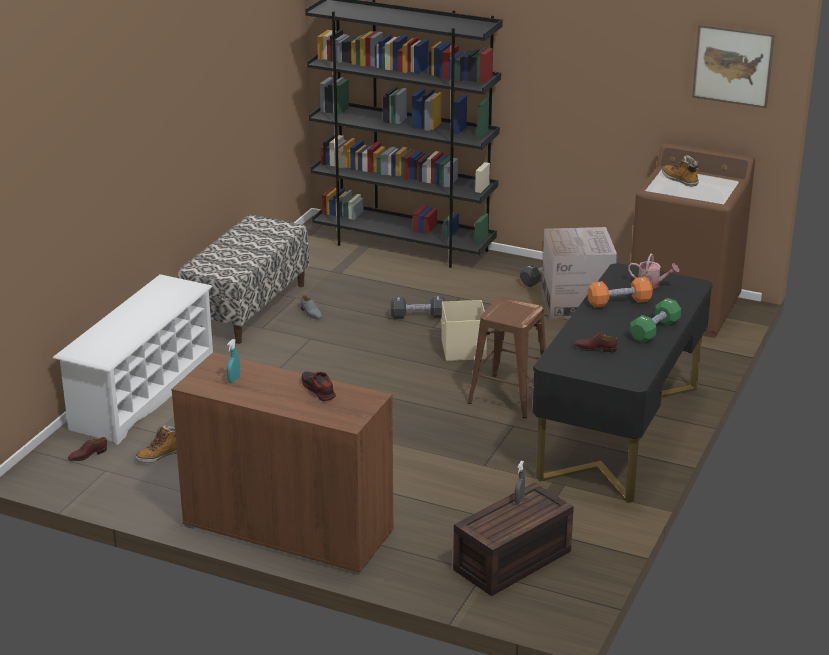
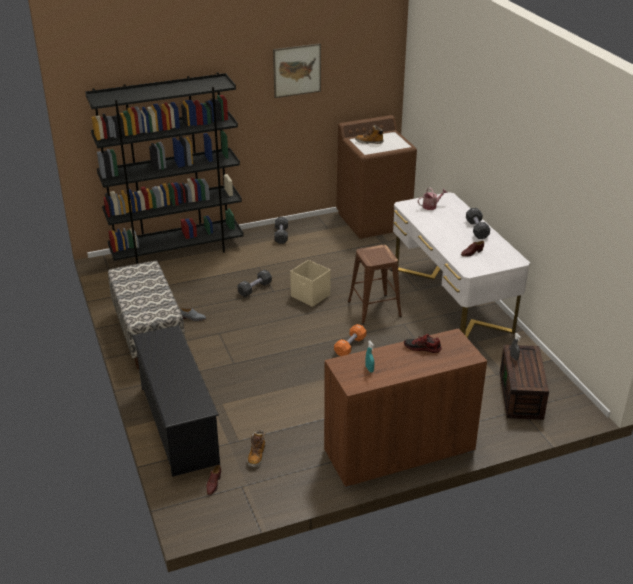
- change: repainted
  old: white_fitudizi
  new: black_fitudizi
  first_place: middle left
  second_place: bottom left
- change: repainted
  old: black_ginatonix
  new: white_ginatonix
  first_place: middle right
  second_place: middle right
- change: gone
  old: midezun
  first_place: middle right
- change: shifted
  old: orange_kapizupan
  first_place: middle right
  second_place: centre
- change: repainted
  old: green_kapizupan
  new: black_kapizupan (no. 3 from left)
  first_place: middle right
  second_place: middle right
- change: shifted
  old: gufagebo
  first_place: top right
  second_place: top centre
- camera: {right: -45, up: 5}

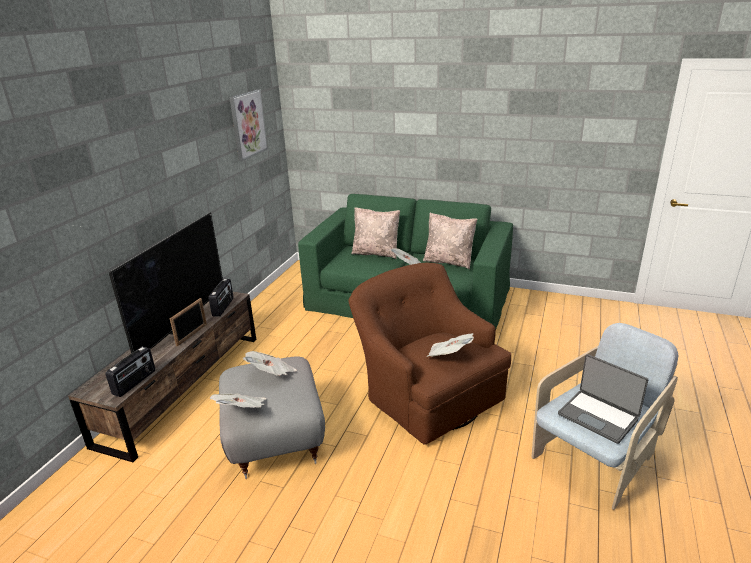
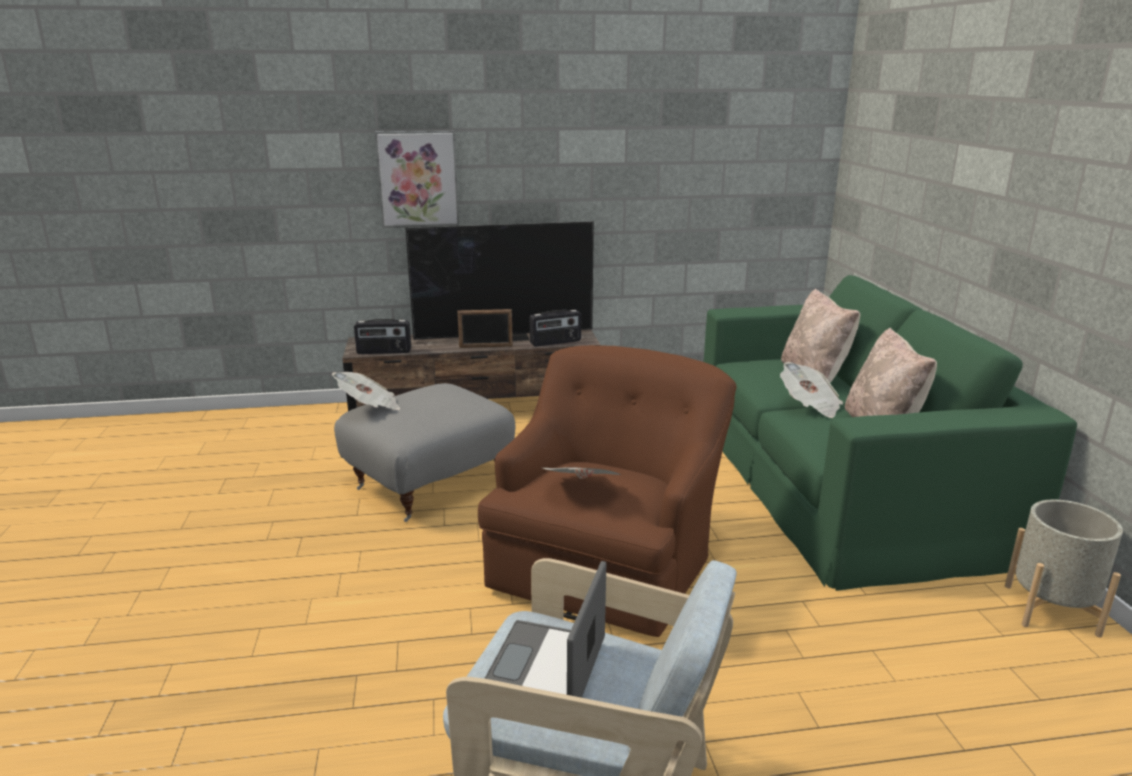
- change: shifted
  old: gufagebo
  first_place: top left
  second_place: top centre
- change: gone
  old: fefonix (no. 2 from left)
  first_place: centre
- change: new
  new: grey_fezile
  second_place: bottom right
- camera: {right: 60, up: -5}

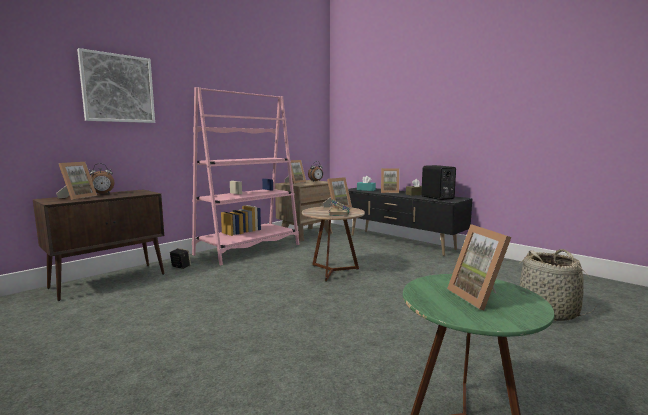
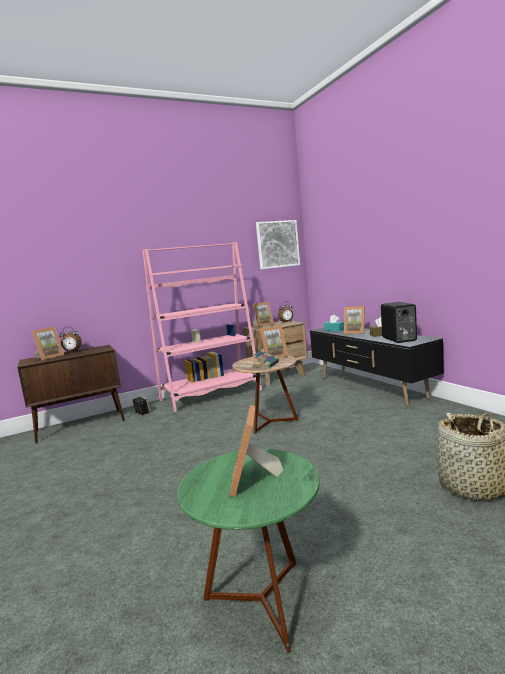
- change: shifted
  old: gufagebo
  first_place: top left
  second_place: centre
- camera: {right: 20, up: 0}

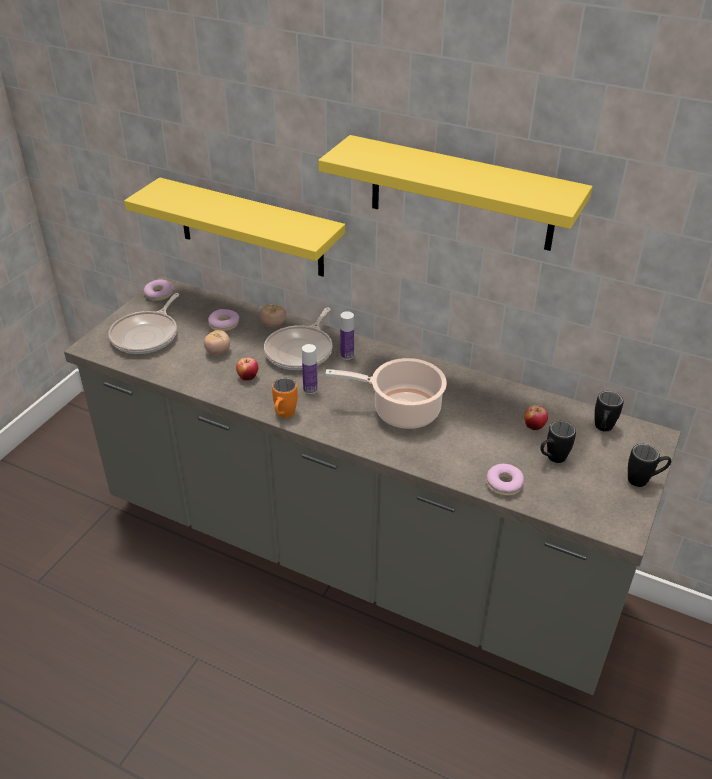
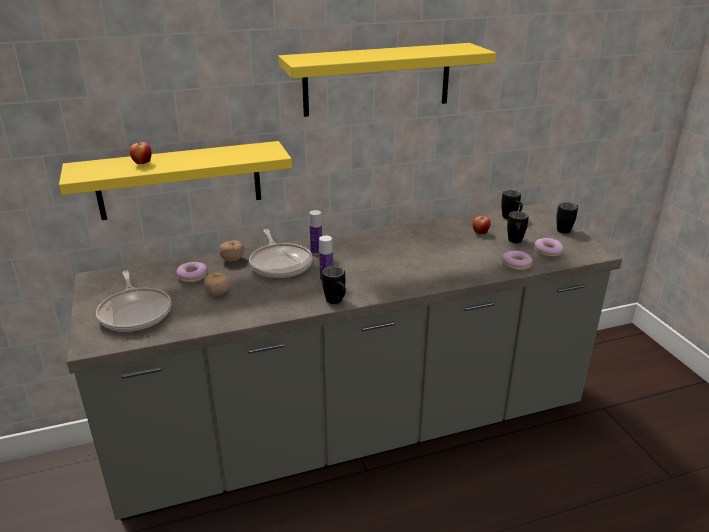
- change: shifted
  old: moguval (no. 1 from left in the first image)
  new: moguval (no. 3 from left)
  first_place: middle left
  second_place: middle right
- change: shifted
  old: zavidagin (no. 1 from left)
  first_place: centre
  second_place: top left
- change: repainted
  old: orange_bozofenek
  new: black_bozofenek (no. 1 from left)
  first_place: centre
  second_place: centre
- change: gone
  old: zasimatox
  first_place: centre
- camera: {right: -45, up: -10}

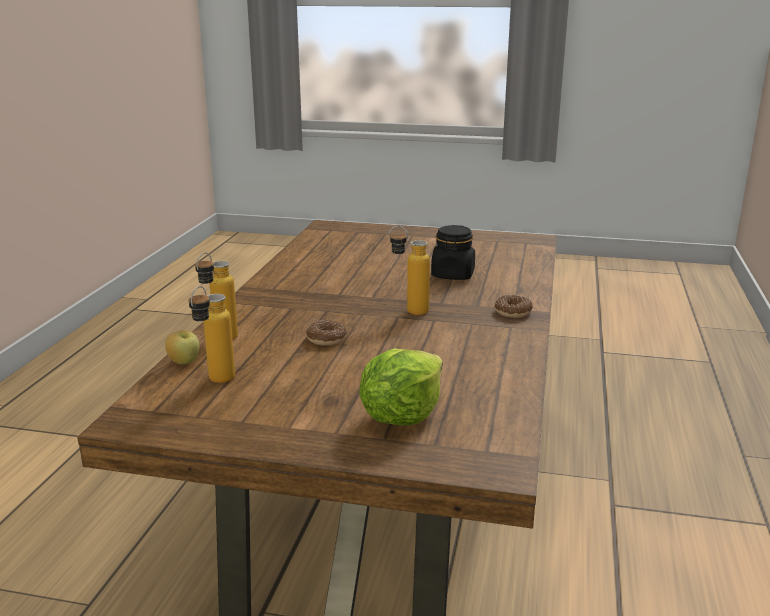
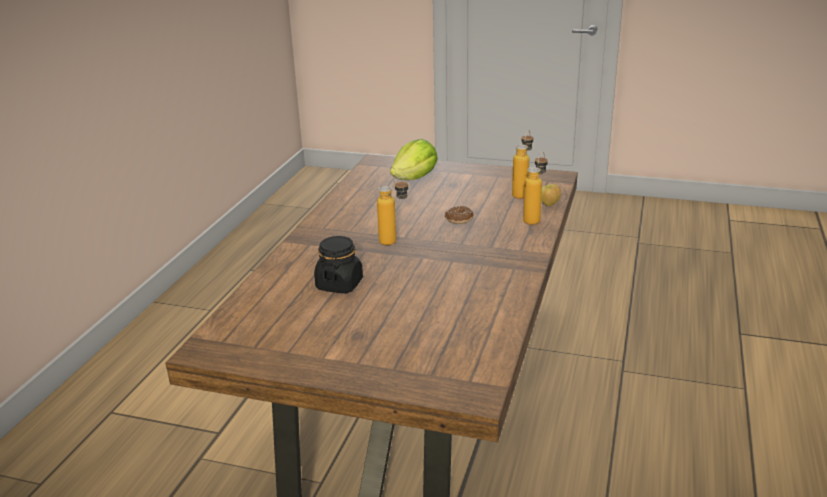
- change: gone
  old: moguval (no. 2 from left)
  first_place: middle right
- camera: {right: -175, up: 5}

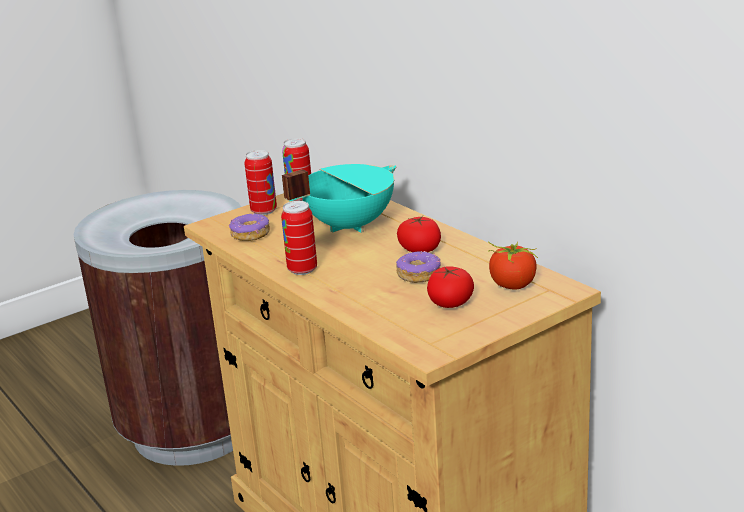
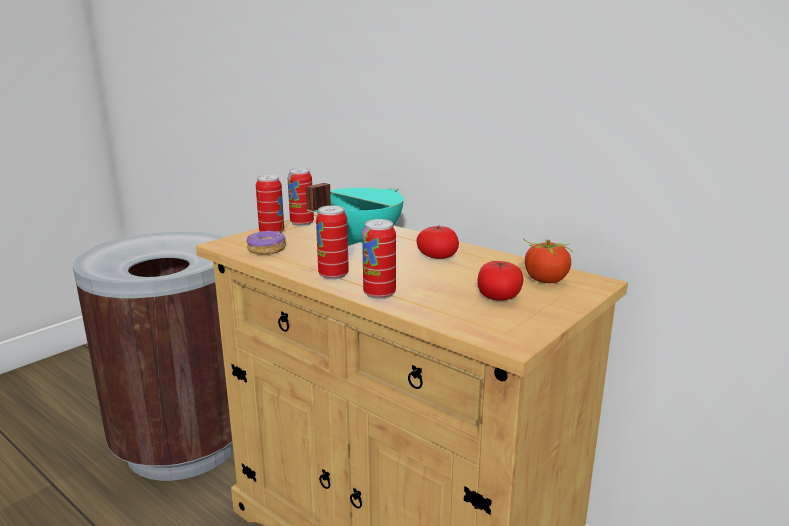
- change: gone
  old: moguval (no. 2 from left)
  first_place: centre
- change: new
  new: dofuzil (no. 4 from left)
  second_place: centre
- camera: {right: -15, up: -5}

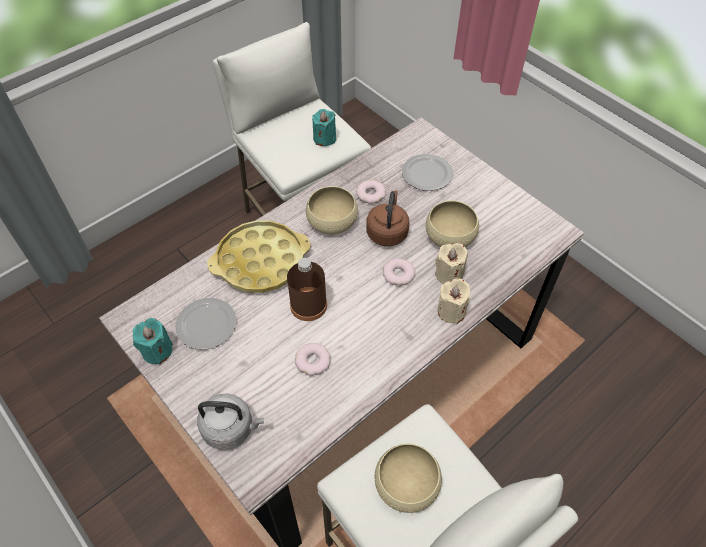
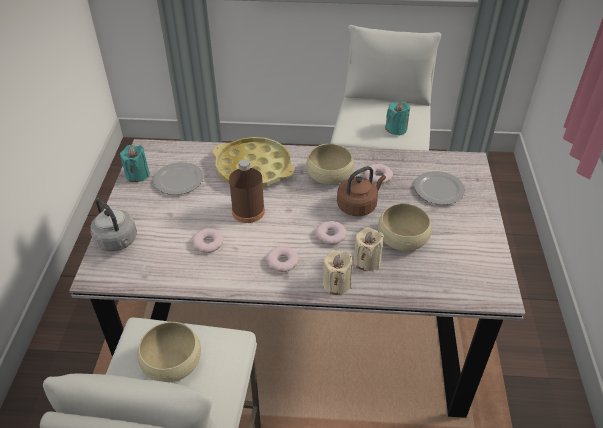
- change: new
  new: moguval (no. 2 from left)
  second_place: centre
- camera: {right: 45, up: -10}

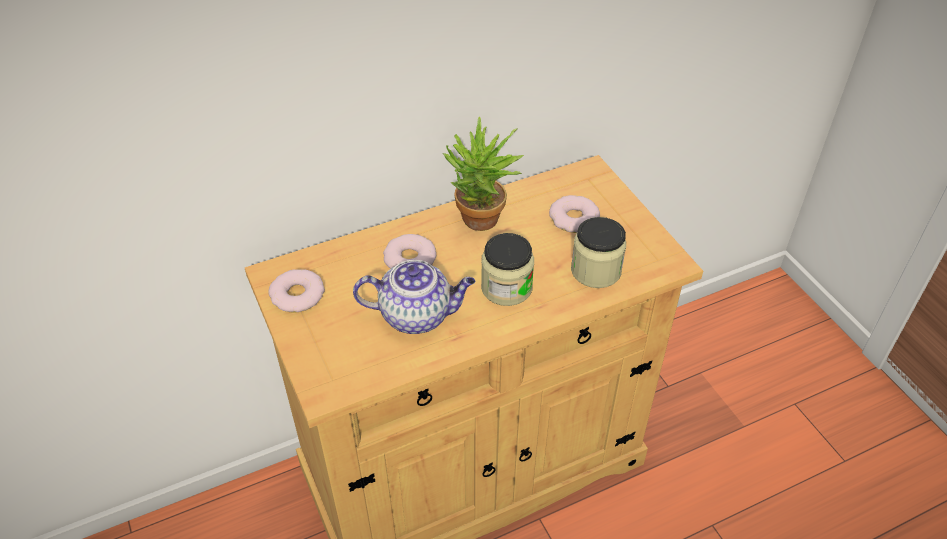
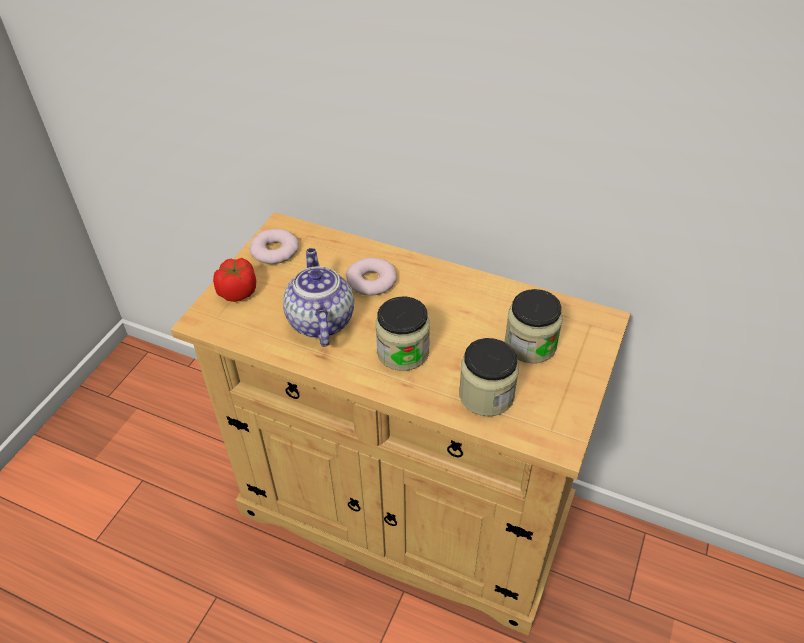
- change: rotated
  old: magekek
  first_place: centre
  second_place: centre
  degrees: -150
- change: gone
  old: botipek
  first_place: top centre
- change: swapped
  old: moguval (no. 3 from left)
  new: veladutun (no. 3 from left)
  first_place: centre
  second_place: centre
- change: new
  new: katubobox
  second_place: middle left
- camera: {right: 50, up: 0}

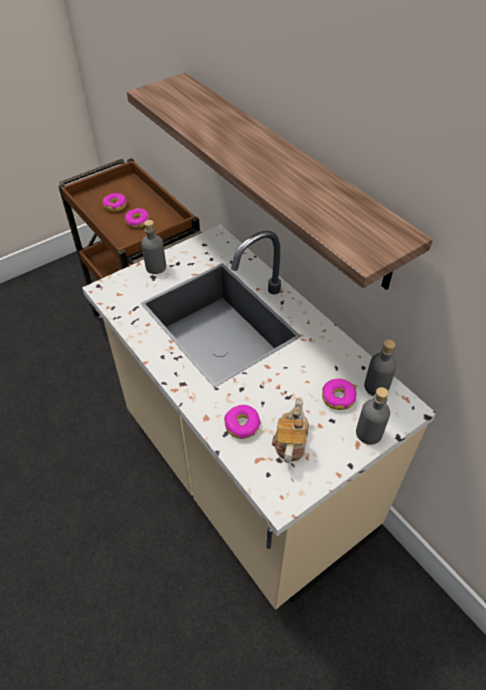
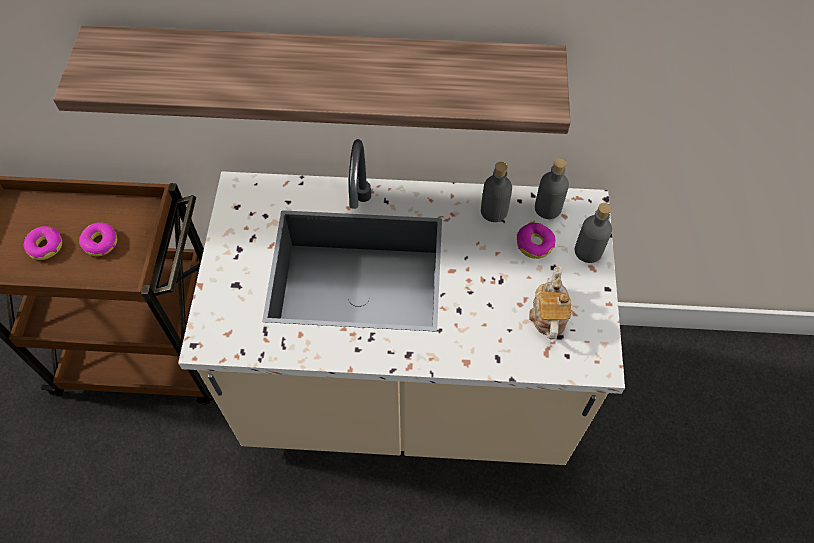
- change: shifted
  old: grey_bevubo (no. 1 from left)
  first_place: middle left
  second_place: centre
- change: gone
  old: moguval (no. 3 from left)
  first_place: centre
- change: rotated
  old: magekek
  first_place: centre
  second_place: middle right
  degrees: 45
- camera: {right: -50, up: 10}

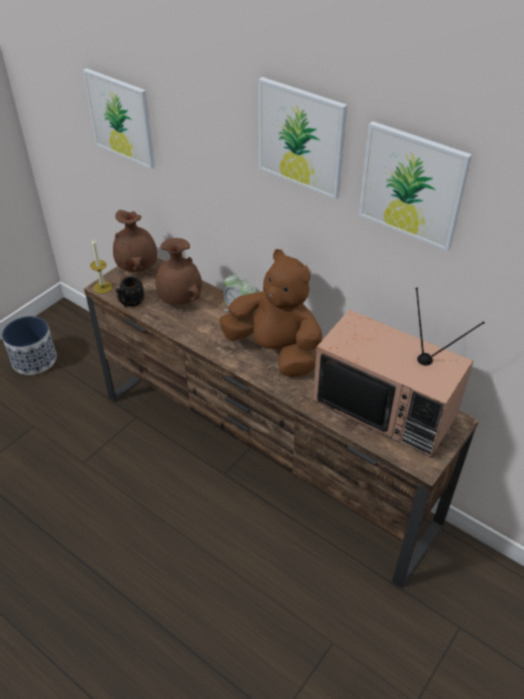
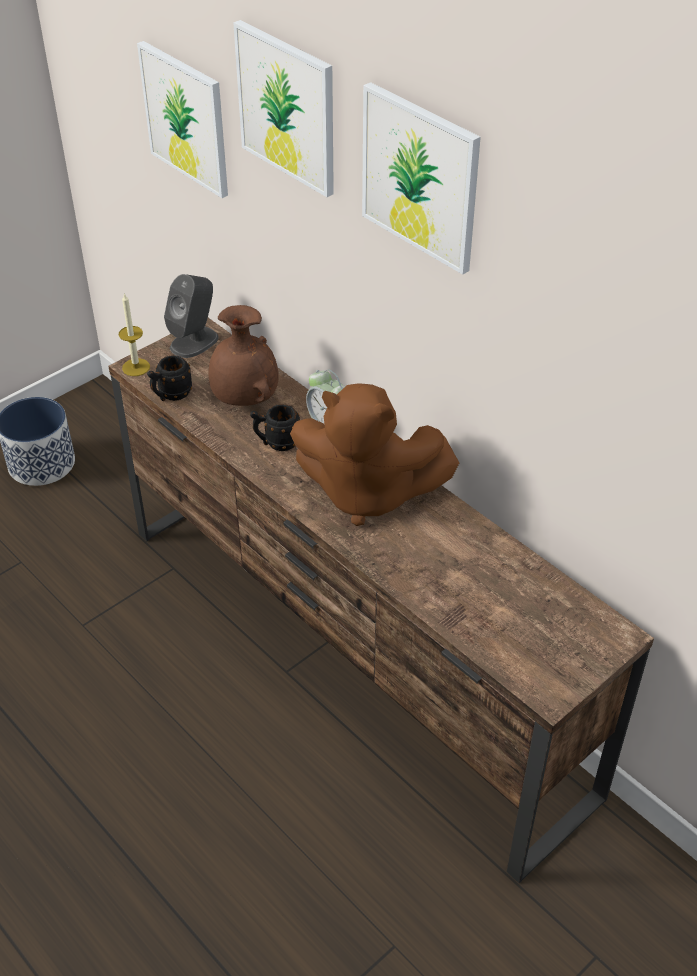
- change: swapped
  old: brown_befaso (no. 1 from left)
  new: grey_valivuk
  first_place: middle left
  second_place: top left
- change: rotated
  old: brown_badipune
  first_place: centre
  second_place: centre
  degrees: 150
- change: gone
  old: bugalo
  first_place: middle right
- change: shifted
  old: gufagebo (no. 3 from left in the first image)
  new: gufagebo (no. 2 from left)
  first_place: top right
  second_place: top centre
- change: new
  new: black_bozofenek (no. 2 from left)
  second_place: centre
- camera: {right: 10, up: 0}

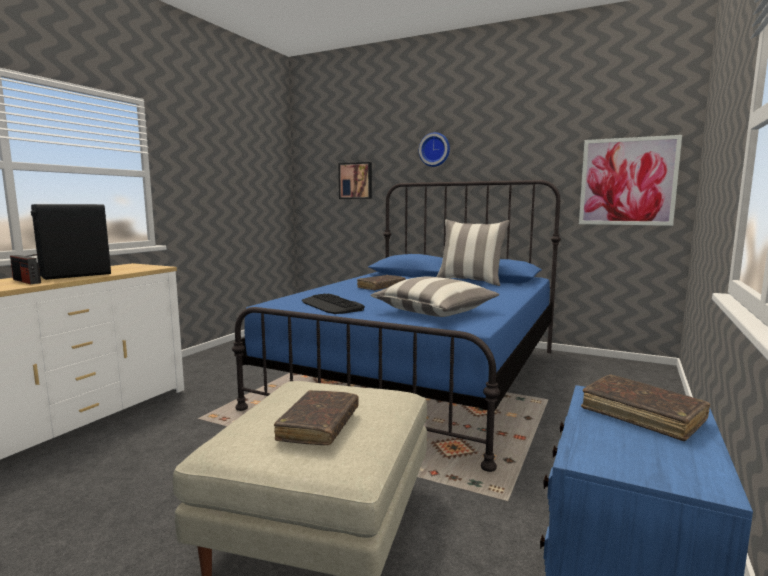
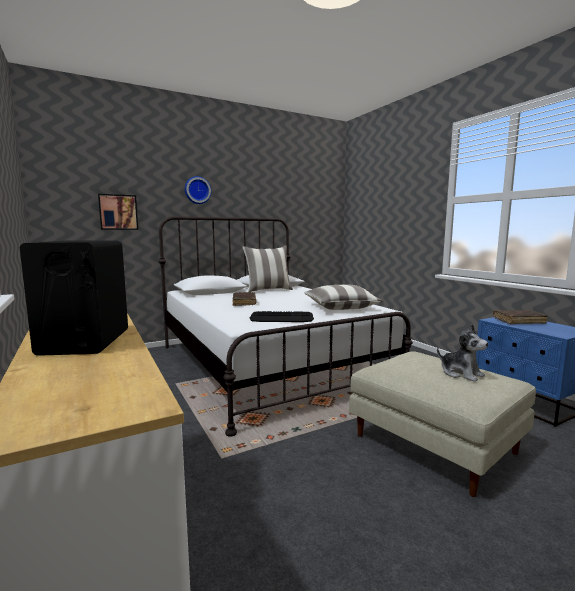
- change: gone
  old: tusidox
  first_place: middle left
- change: repainted
  old: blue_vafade
  new: white_vafade
  first_place: centre
  second_place: centre
- change: swapped
  old: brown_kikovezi (no. 1 from left)
  new: badipune
  first_place: bottom centre
  second_place: middle right
- change: gone
  old: gufagebo (no. 2 from left)
  first_place: top right
- camera: {right: -55, up: 0}

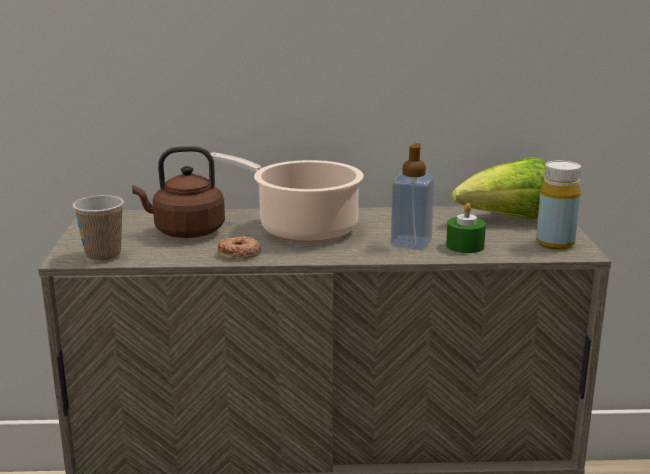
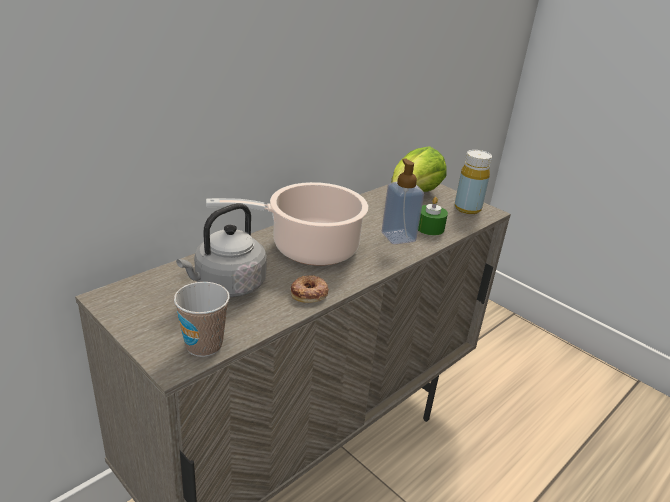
- change: repainted
  old: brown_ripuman
  new: grey_ripuman
  first_place: middle left
  second_place: middle left
- camera: {right: -45, up: 10}

